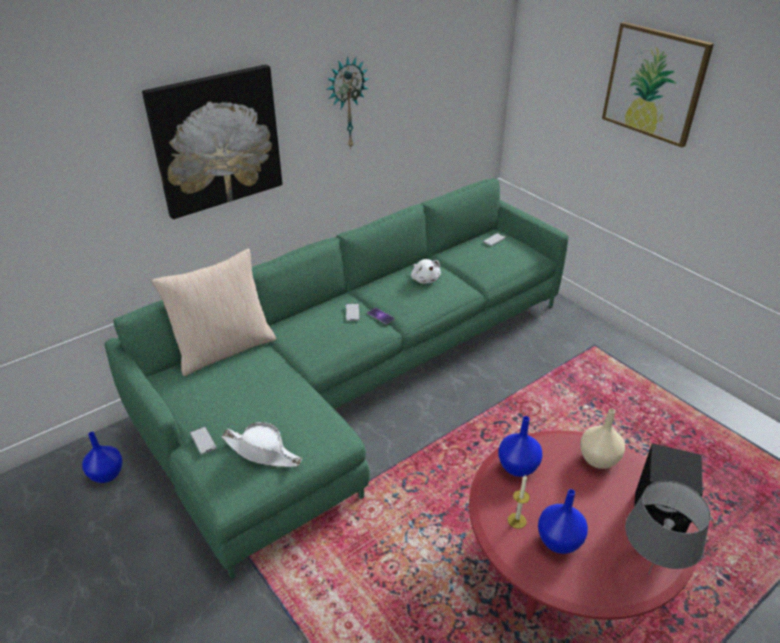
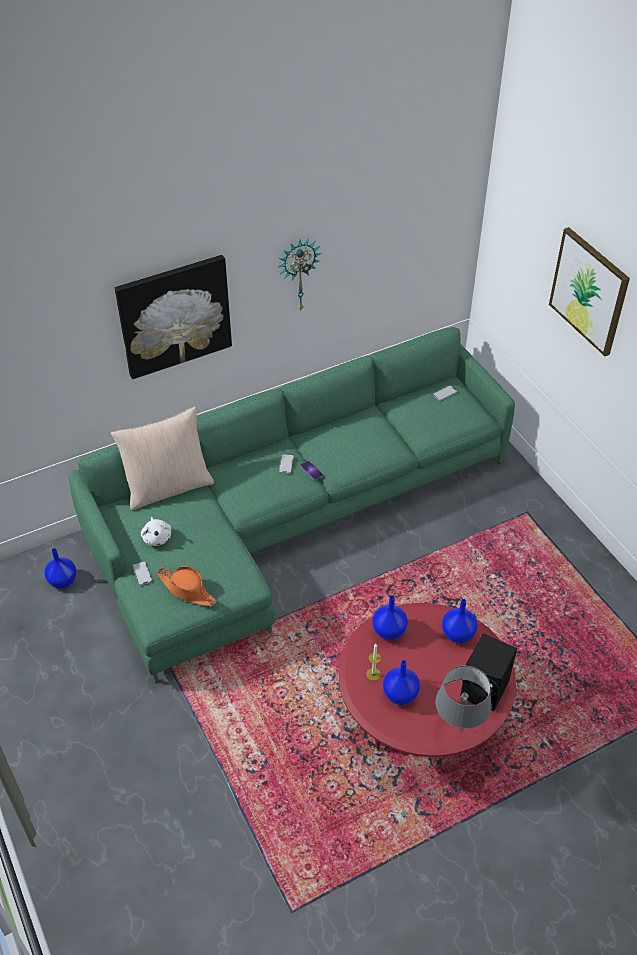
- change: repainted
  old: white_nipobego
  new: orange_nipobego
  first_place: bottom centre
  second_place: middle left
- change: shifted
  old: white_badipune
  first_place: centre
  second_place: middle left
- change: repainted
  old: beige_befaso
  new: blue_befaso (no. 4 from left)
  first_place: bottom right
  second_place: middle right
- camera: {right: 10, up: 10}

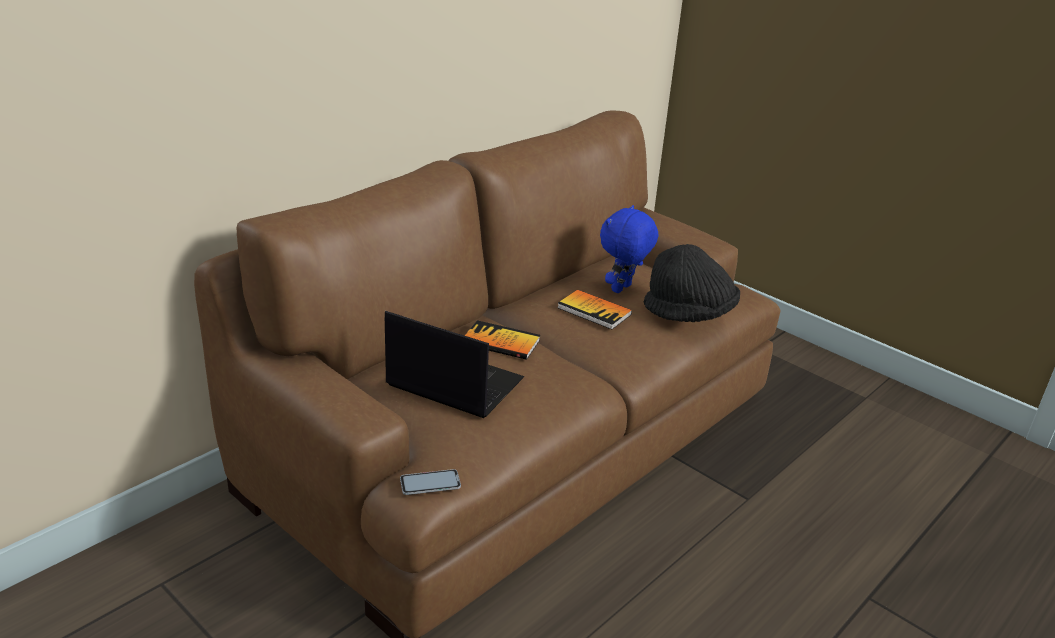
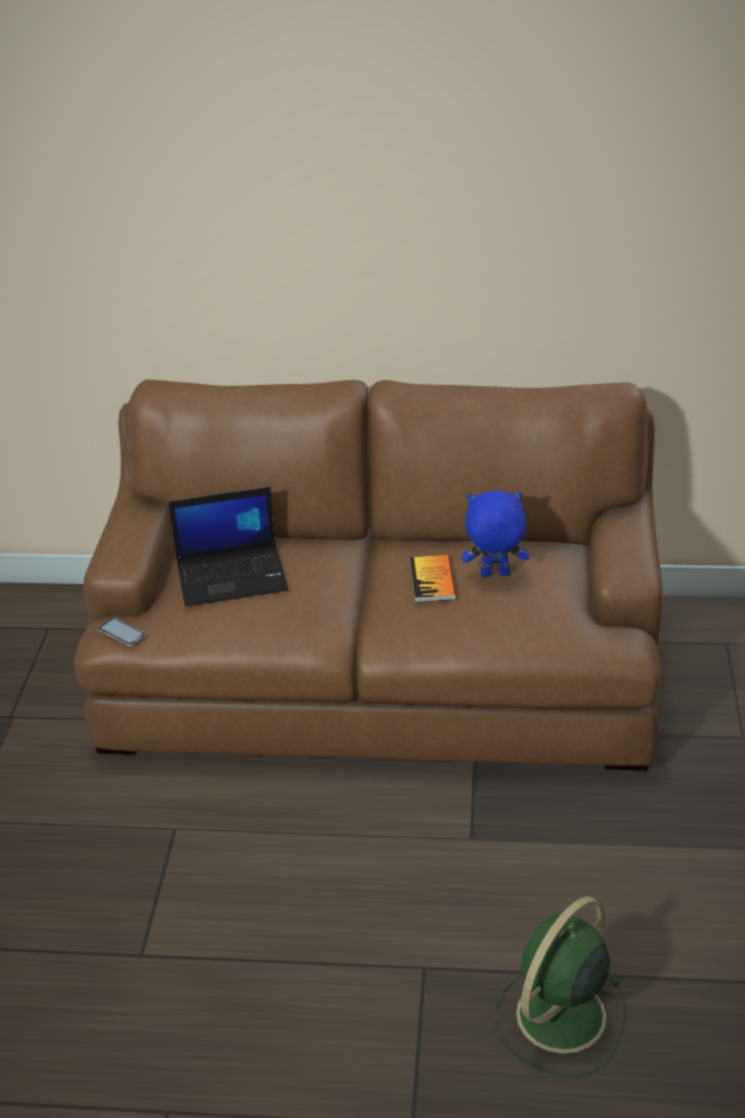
- change: rotated
  old: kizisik
  first_place: centre
  second_place: middle left
  degrees: 90
- change: gone
  old: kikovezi (no. 1 from left)
  first_place: centre
- change: gone
  old: black_nipobego
  first_place: centre
- change: new
  new: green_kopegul
  second_place: bottom right
- camera: {right: 55, up: 5}

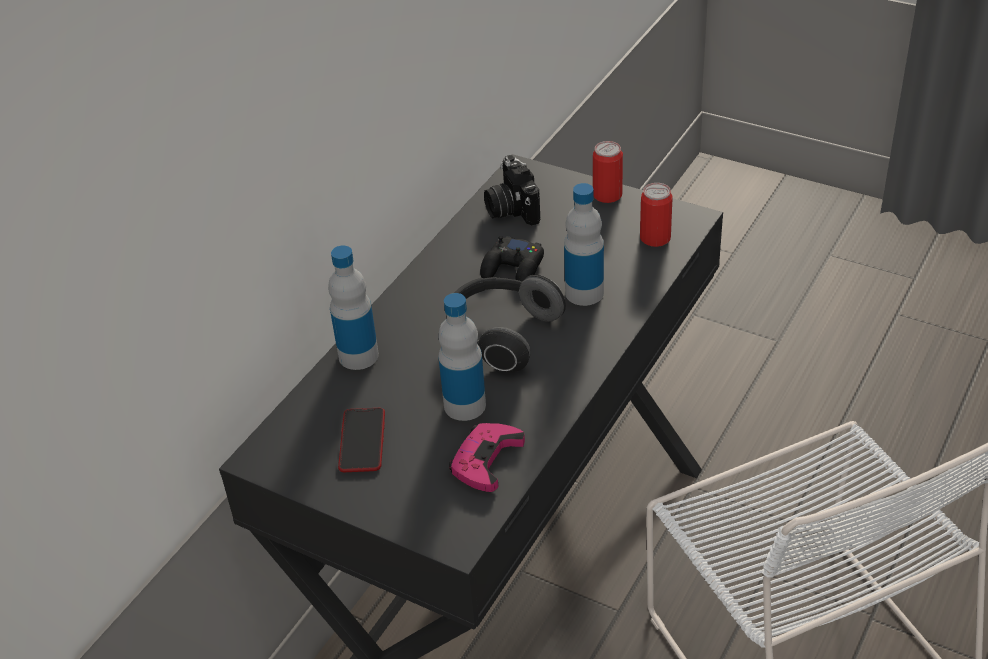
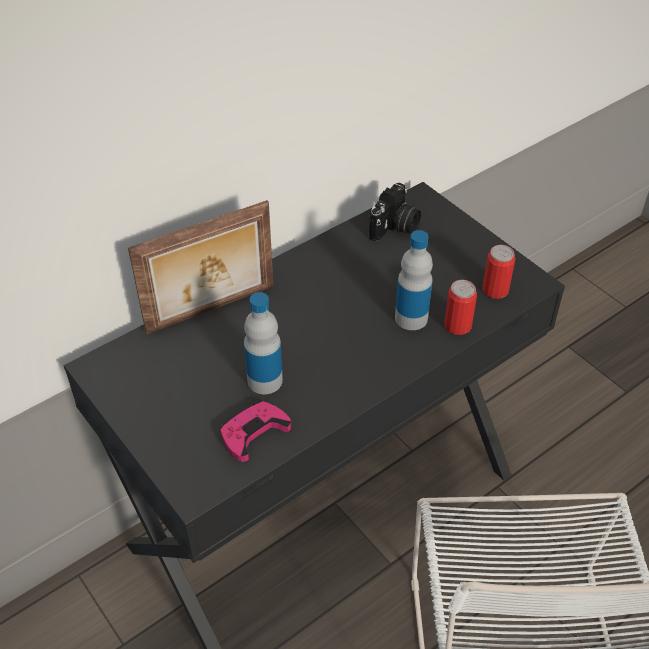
- change: swapped
  old: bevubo (no. 1 from left)
  new: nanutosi
  first_place: centre
  second_place: middle left
- change: gone
  old: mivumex
  first_place: bottom centre
- change: gone
  old: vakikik
  first_place: centre
- change: gone
  old: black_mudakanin
  first_place: centre
- change: rotated
  old: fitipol
  first_place: top centre
  second_place: top centre
  degrees: -150
- change: shifted
  old: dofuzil (no. 1 from left)
  first_place: top centre
  second_place: middle right
- camera: {right: 20, up: 5}

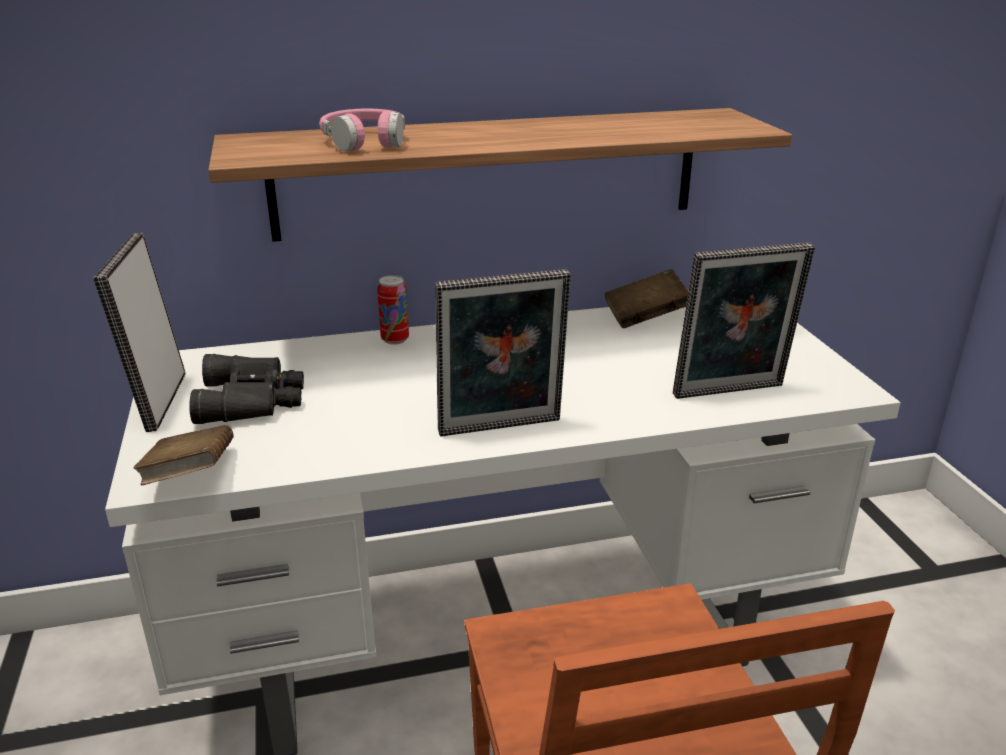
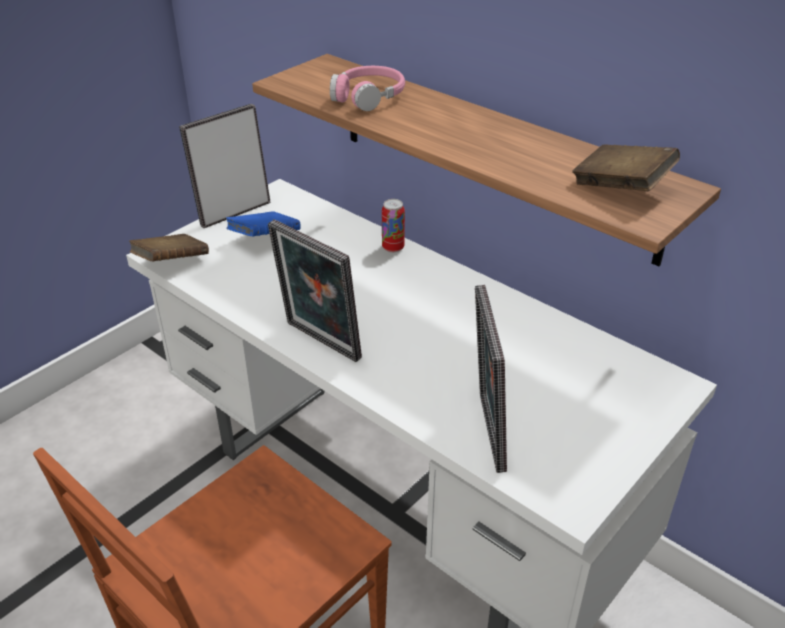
- change: swapped
  old: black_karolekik
  new: blue_kikovezi
  first_place: middle left
  second_place: centre
- change: shifted
  old: brown_kikovezi (no. 2 from left)
  first_place: centre
  second_place: top right
- change: rotated
  old: nanutosi (no. 3 from left)
  first_place: middle right
  second_place: centre
  degrees: 45
- camera: {right: 55, up: 10}

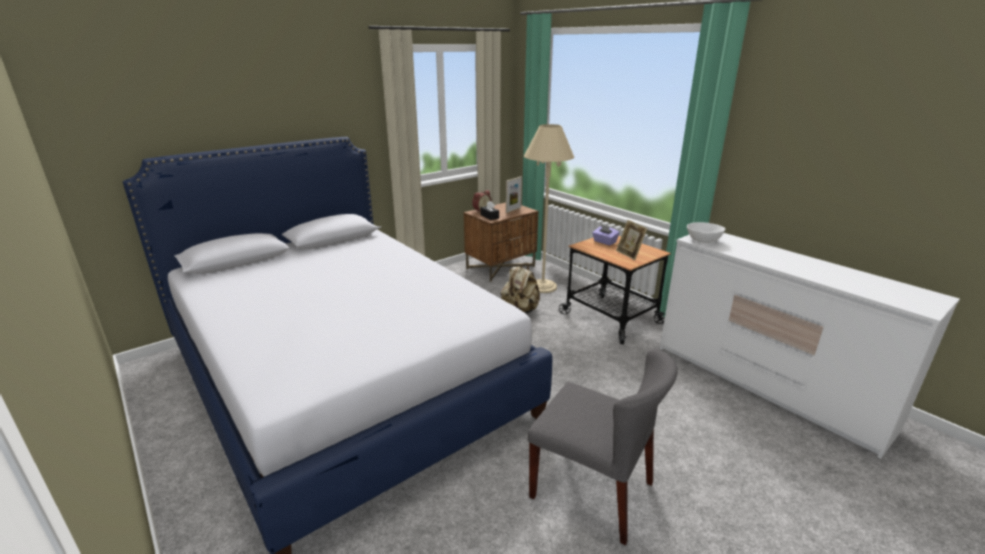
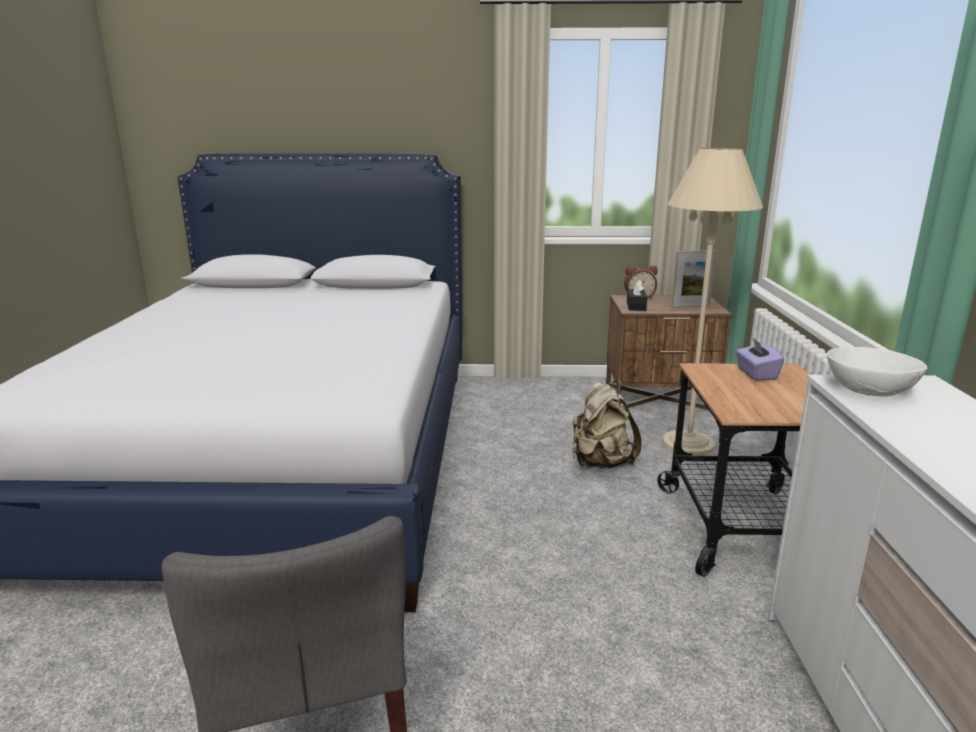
- change: gone
  old: nanutosi (no. 2 from left)
  first_place: centre
- camera: {right: 40, up: -5}

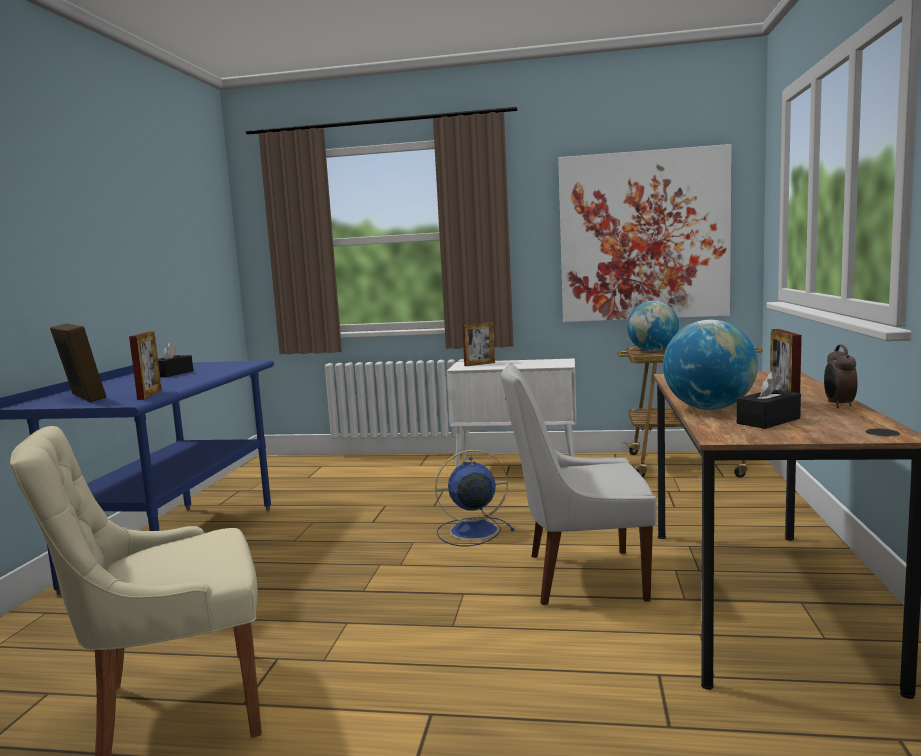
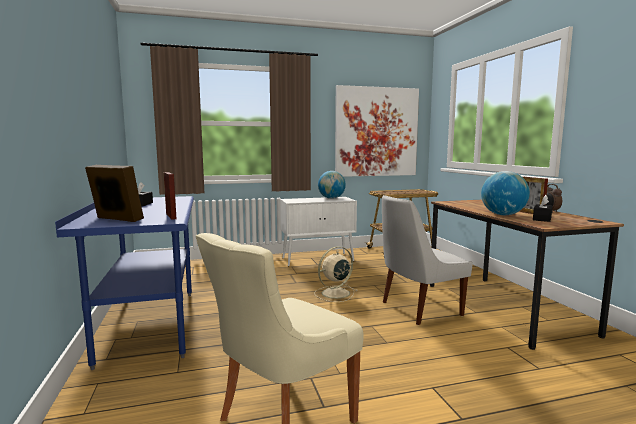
- change: repainted
  old: blue_kopegul
  new: beige_kopegul
  first_place: centre
  second_place: centre
- change: gone
  old: nanutosi (no. 3 from left)
  first_place: centre
- change: shifted
  old: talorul (no. 1 from left)
  first_place: middle right
  second_place: centre
- camera: {right: -25, up: 0}

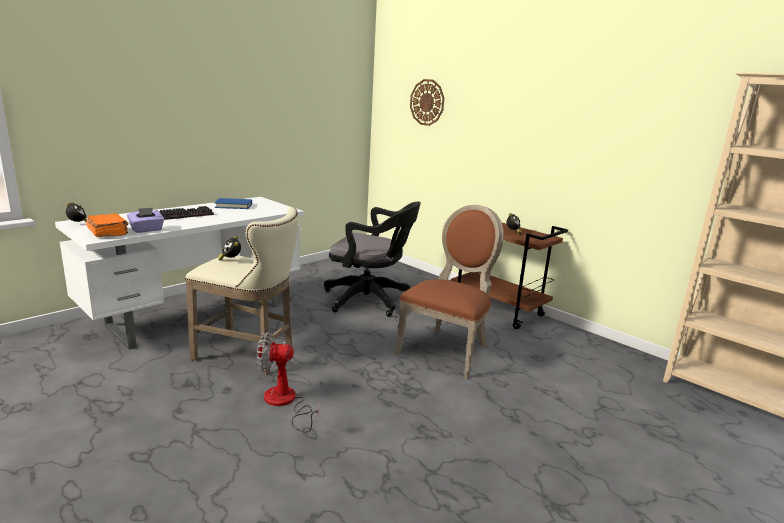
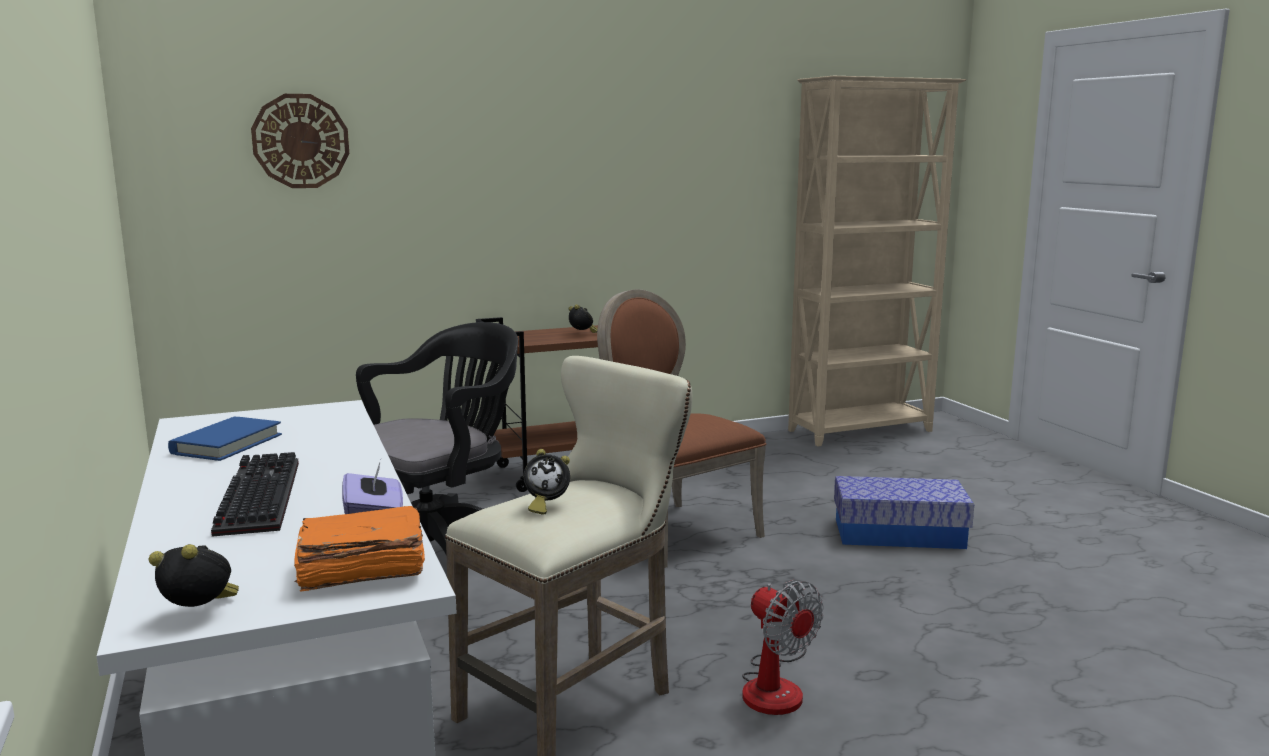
- change: rotated
  old: kopegul
  first_place: bottom centre
  second_place: bottom centre
  degrees: -60
- change: new
  new: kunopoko
  second_place: bottom right
- camera: {right: -65, up: -5}

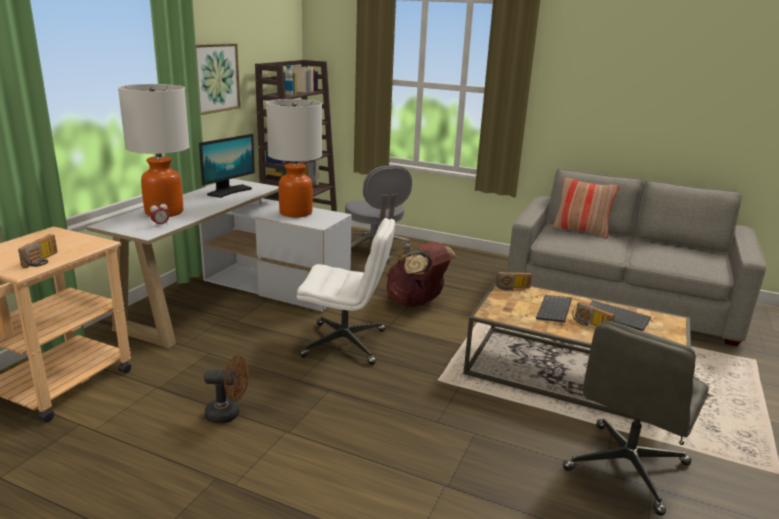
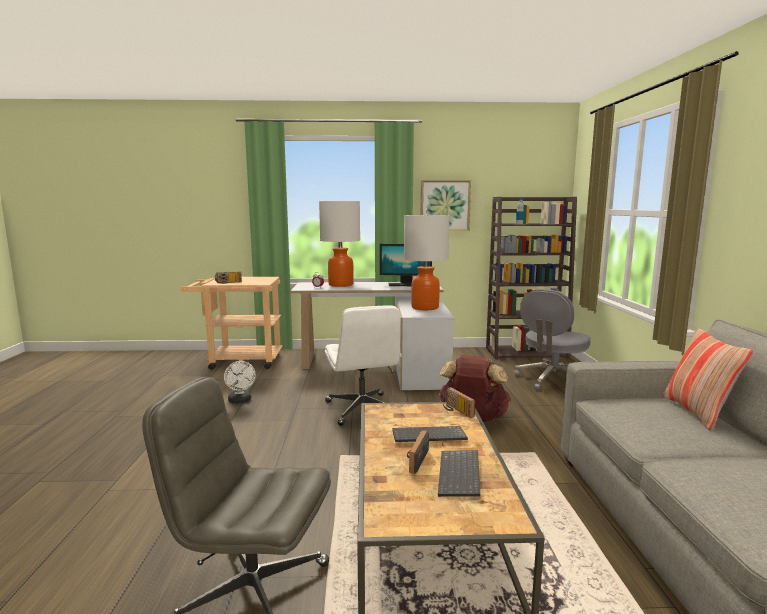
- change: repainted
  old: brown_kopegul
  new: white_kopegul
  first_place: bottom left
  second_place: middle left
- camera: {right: 65, up: -10}

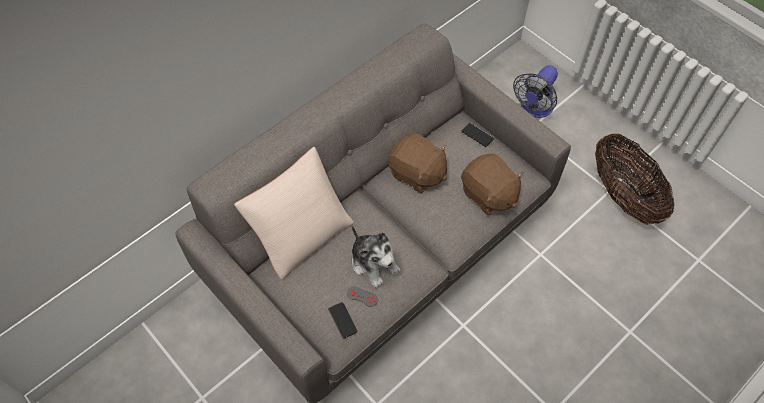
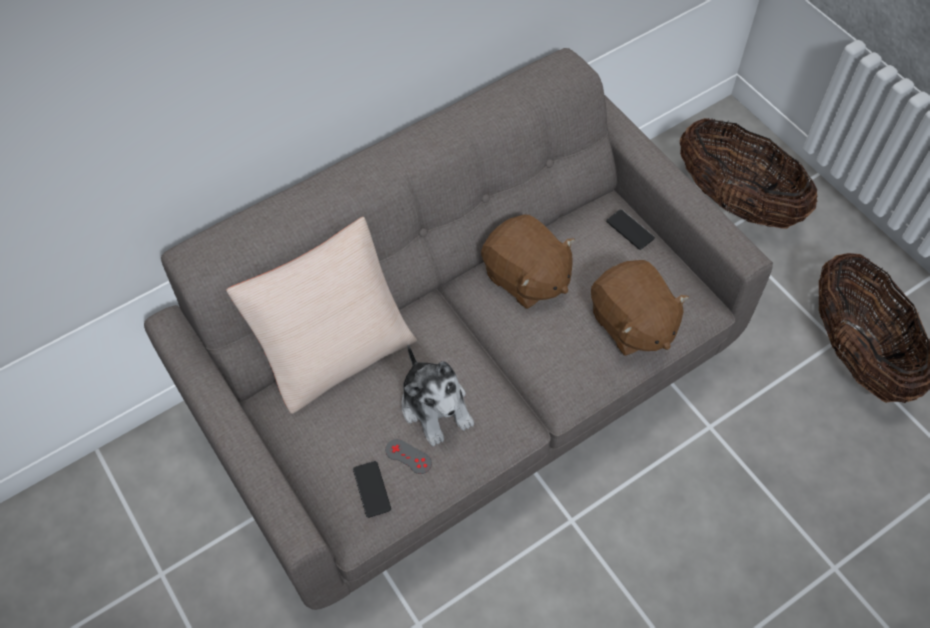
- change: swapped
  old: kopegul
  new: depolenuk (no. 1 from left)
  first_place: top right
  second_place: top right
- camera: {right: 10, up: 0}

